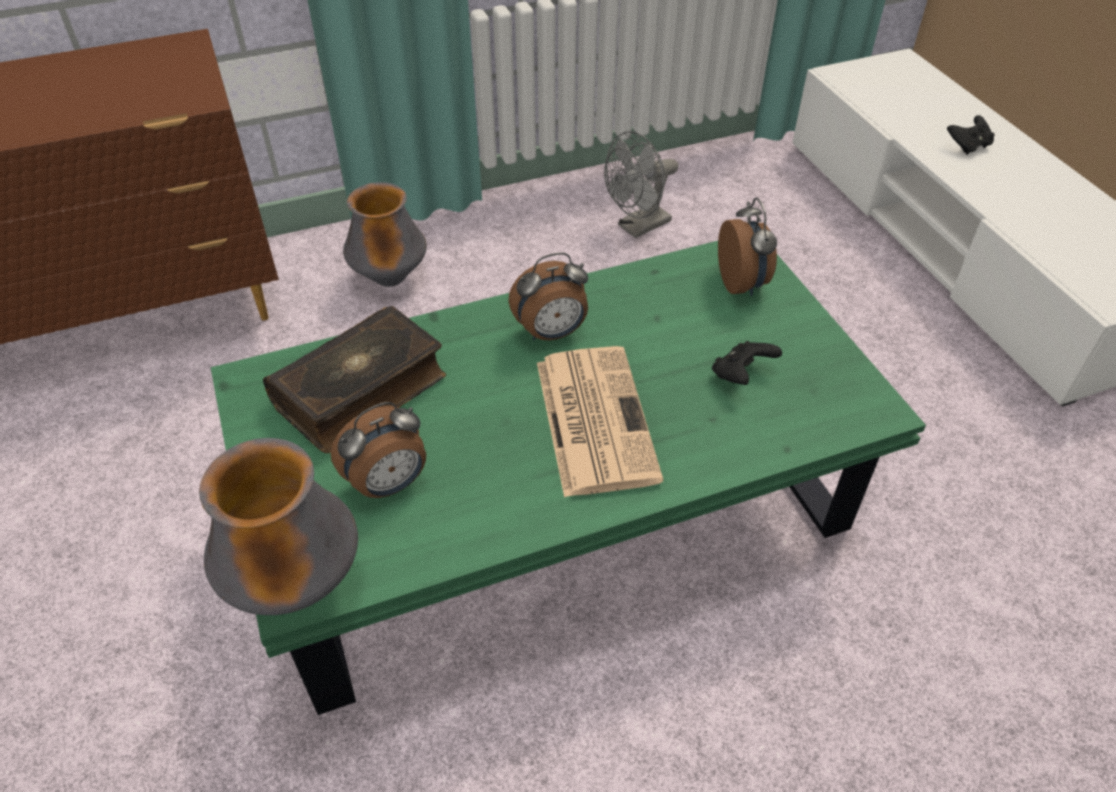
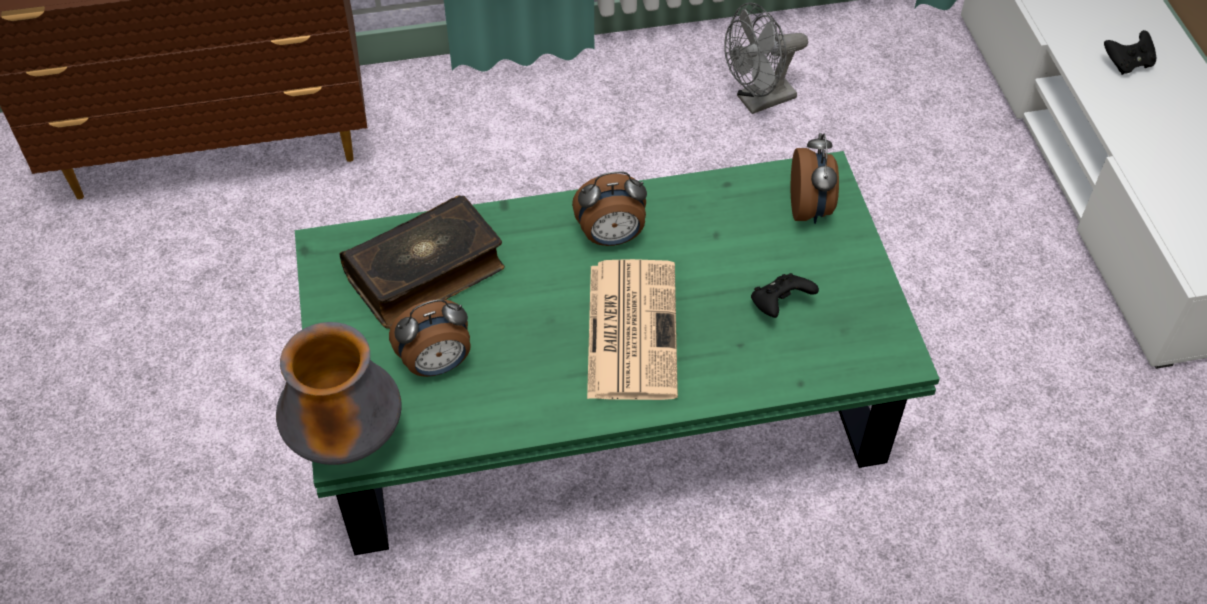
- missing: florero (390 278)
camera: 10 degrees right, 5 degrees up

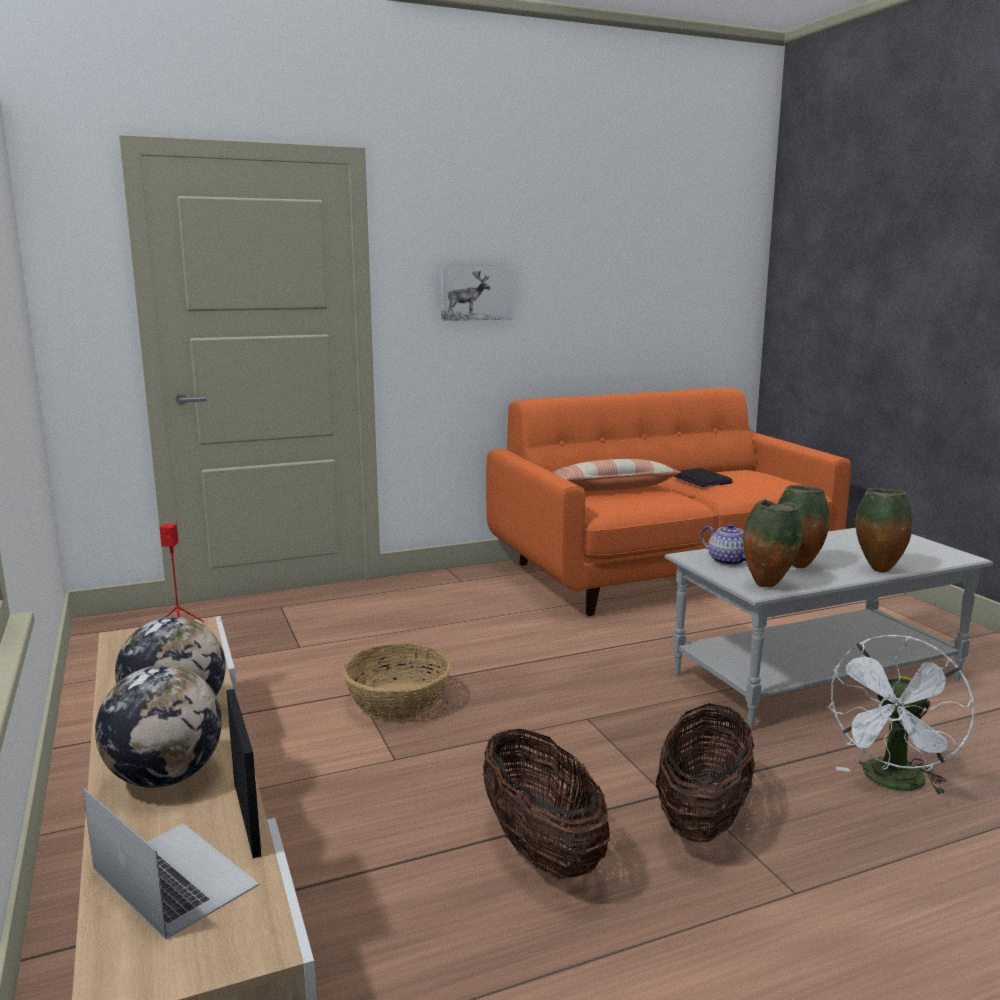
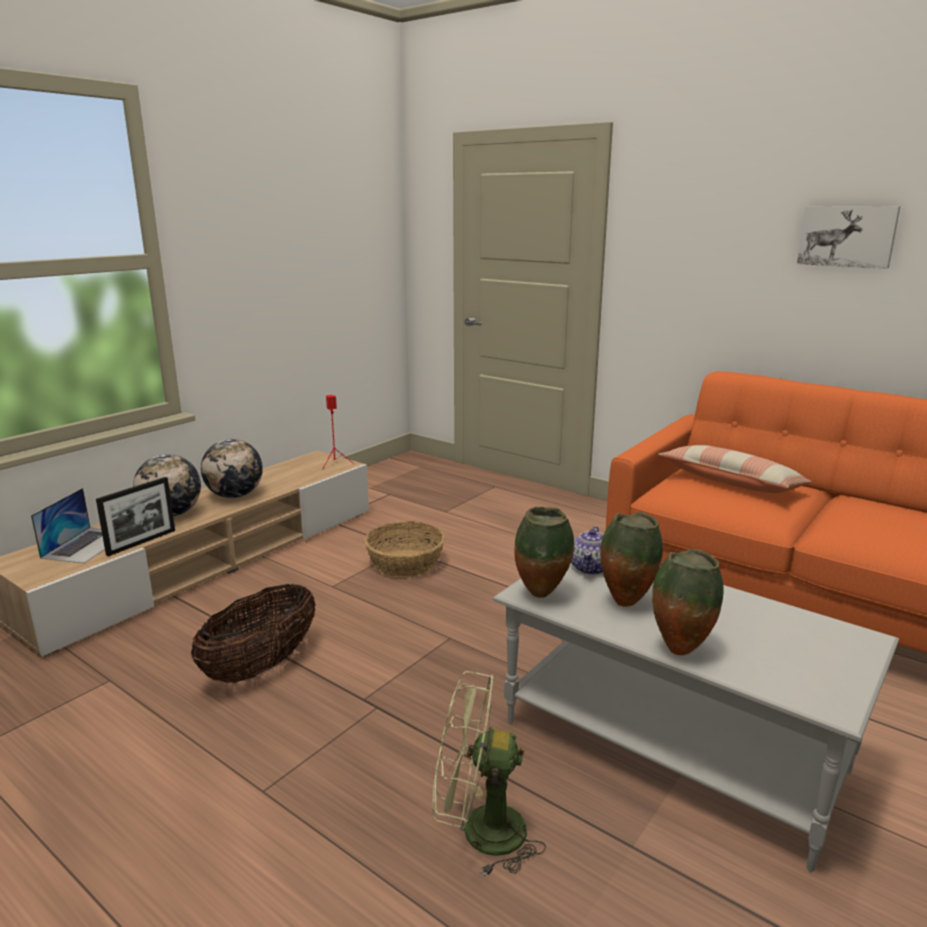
- missing: cesta (703 817)
- missing: portátil (700 479)
- relocated: cuadro (476 293) to (847 236)
- colour: ventilador [blanco] (892 783) to ventilador [verde] (479 832)
camera: 60 degrees right, 5 degrees up

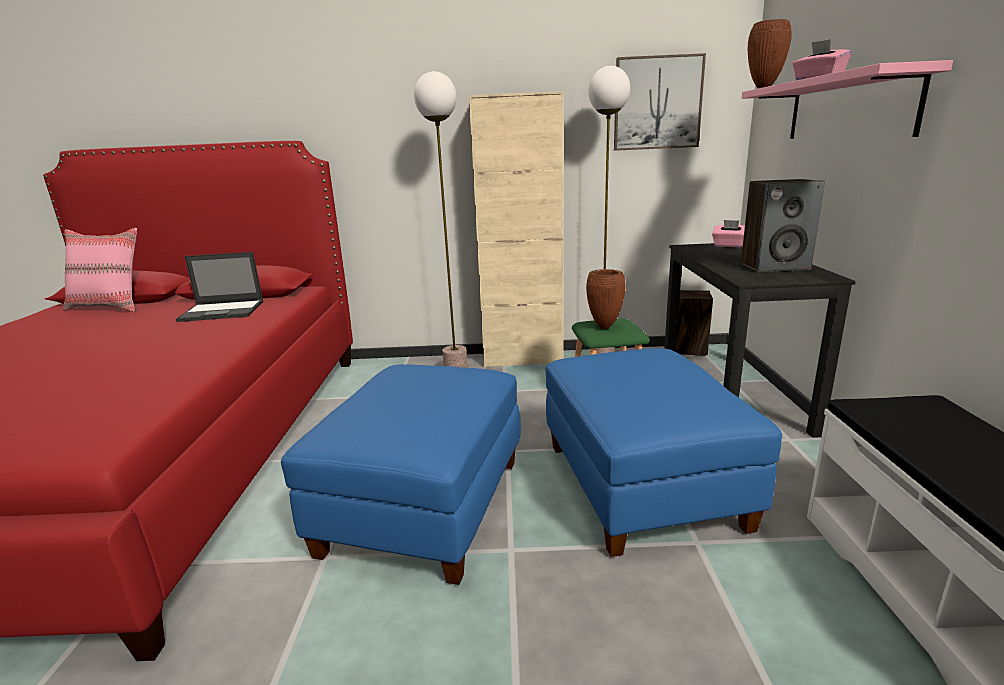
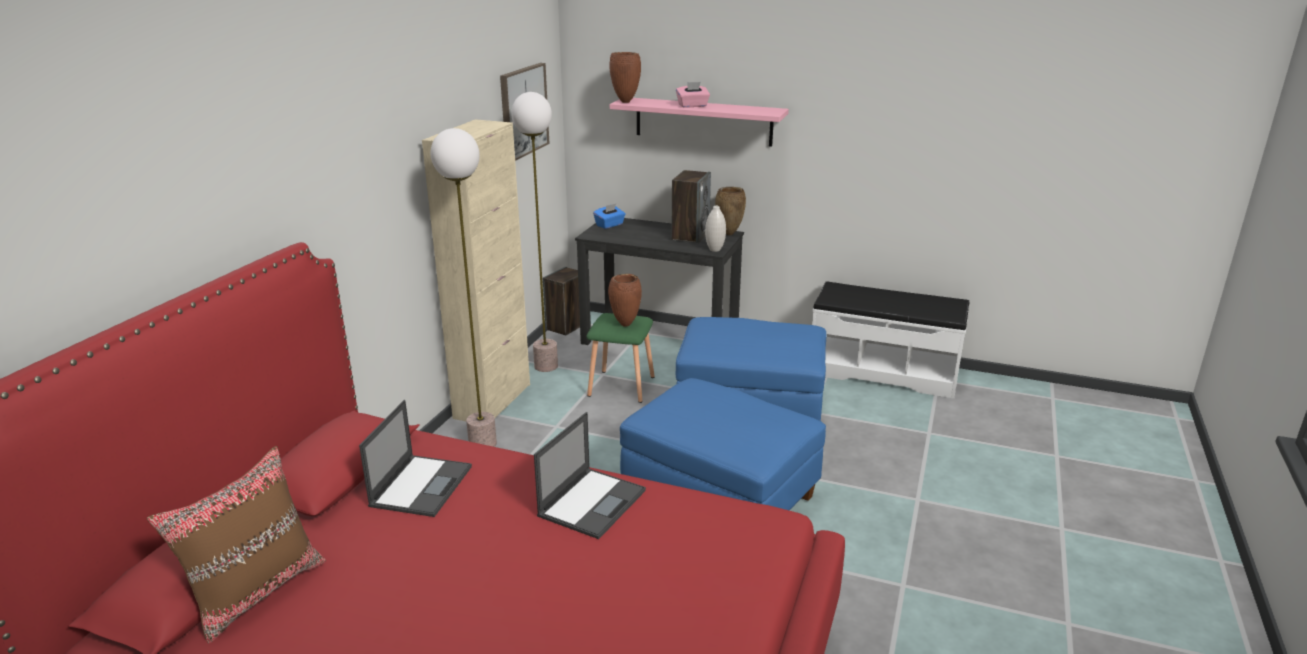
- appeared: portátil (592 502)
- appeared: florero [blanco] (715 250)
- appeared: florero [marrón] (729 234)
- colour: cojín [rosa] (110 307) to cojín [marrón] (256 591)
- colour: caja de pañuelos [rosa] (729 245) to caja de pañuelos [azul] (609 225)
camera: 70 degrees left, 5 degrees up

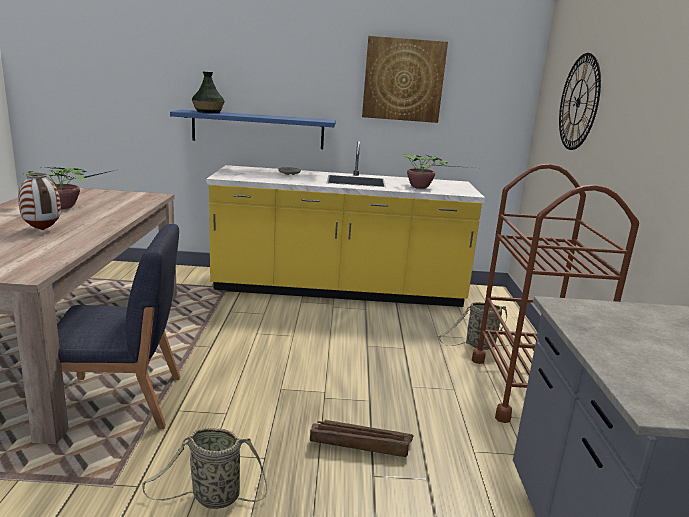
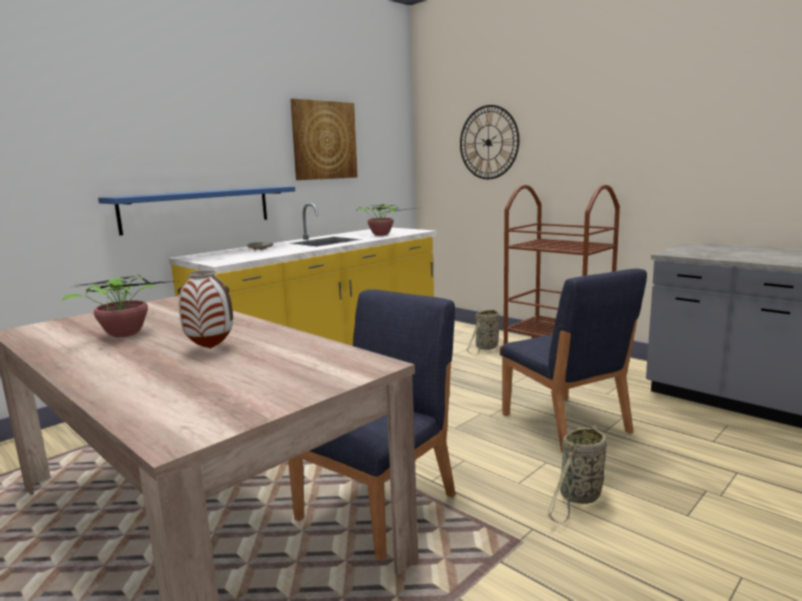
- missing: florero (208 112)
- exchanged: caja de embalaje (360 445) to silla [azul] (565 424)
camera: 45 degrees left, 5 degrees down

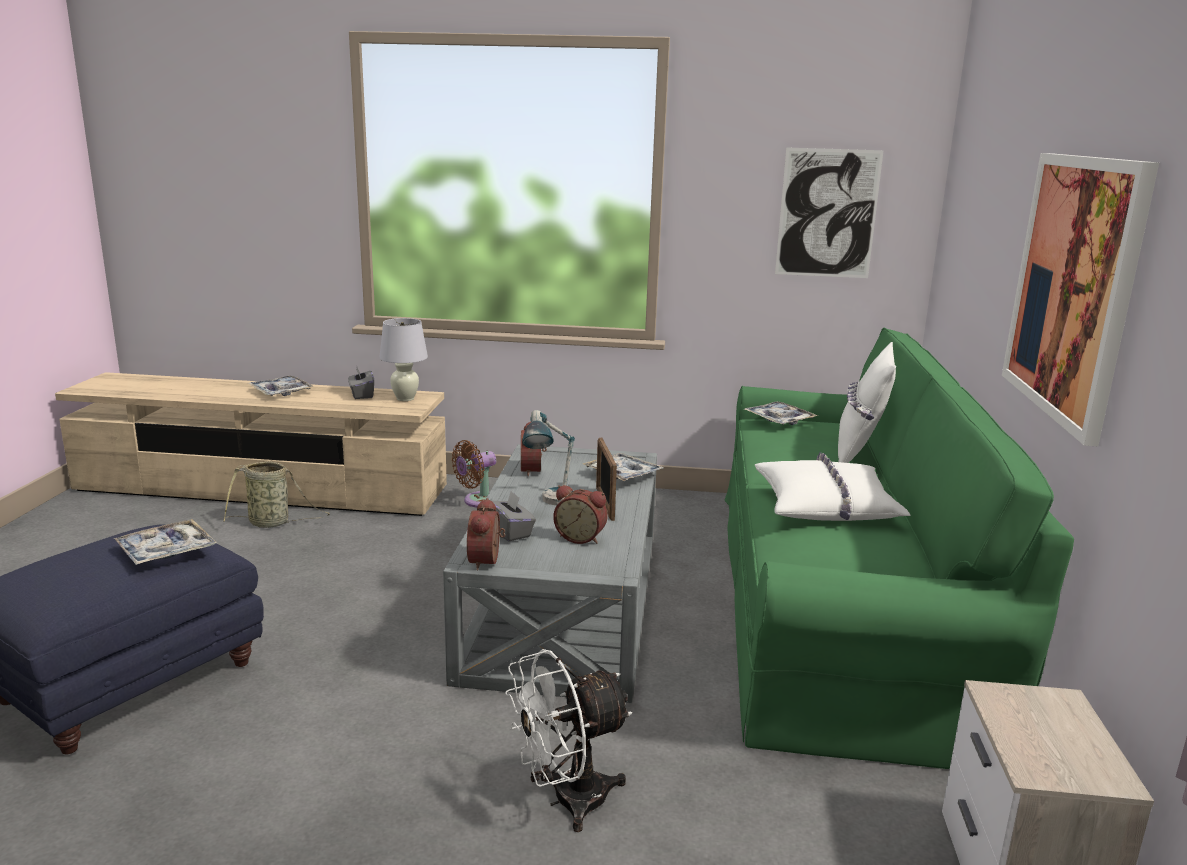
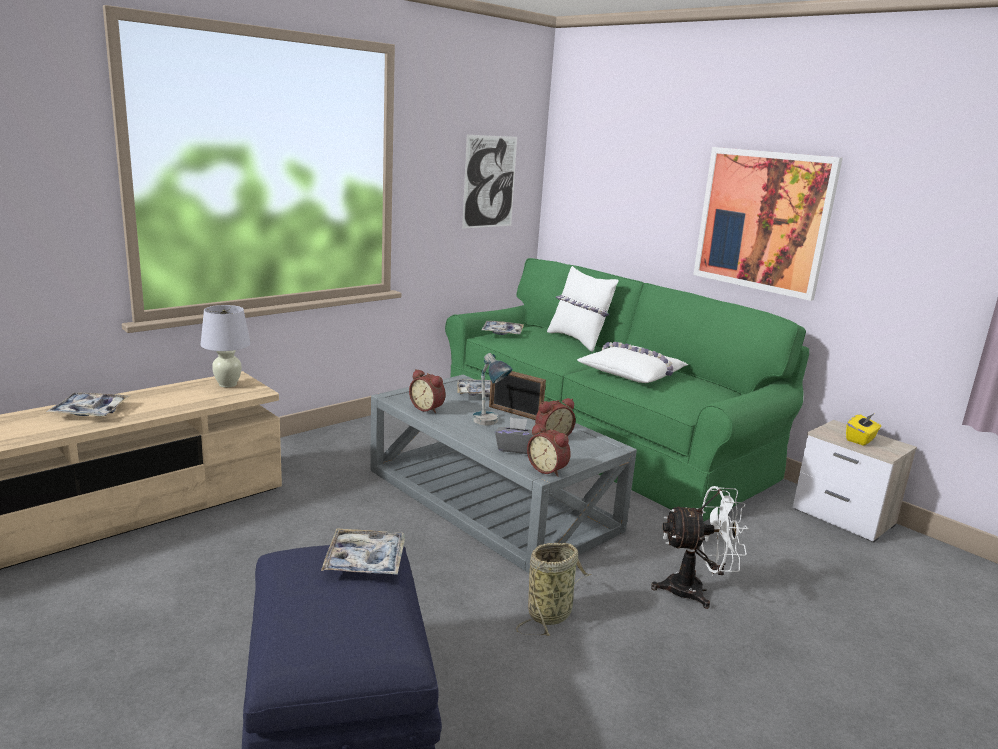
- missing: caja de pañuelos [gris] (361 395)
- missing: ventilador [marrón] (478 501)
- appeared: caja de pañuelos [amarillo] (860 440)
- relocated: cesta (272 523) to (551 613)
- spun: ventilador [blanco] (566 801) = (694 590) 105 degrees counterclockwise
camera: 50 degrees left, 0 degrees up

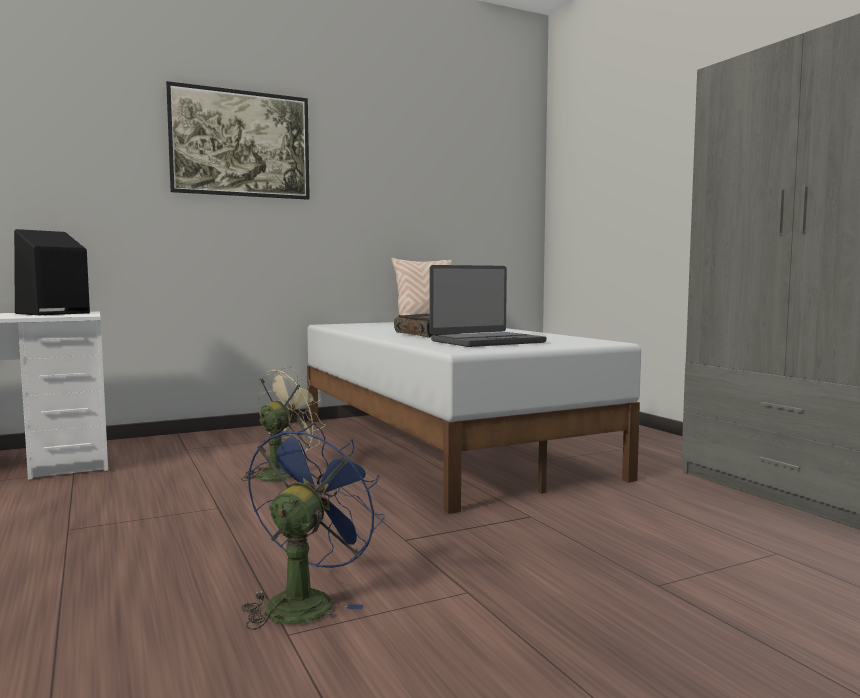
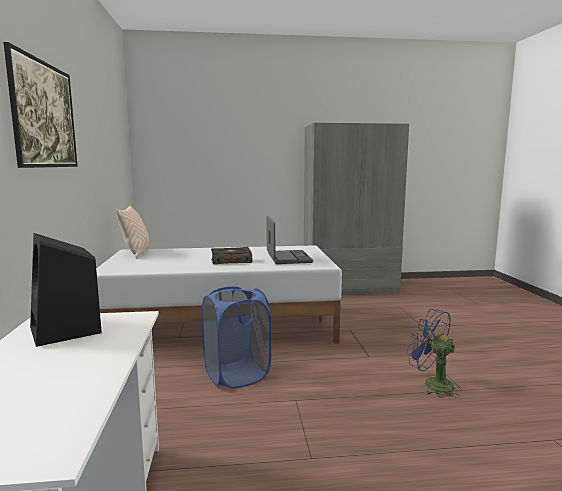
- exchanged: ventilador [beis] (283 473) to cesto de la ropa [azul] (236 375)
camera: 70 degrees left, 5 degrees up

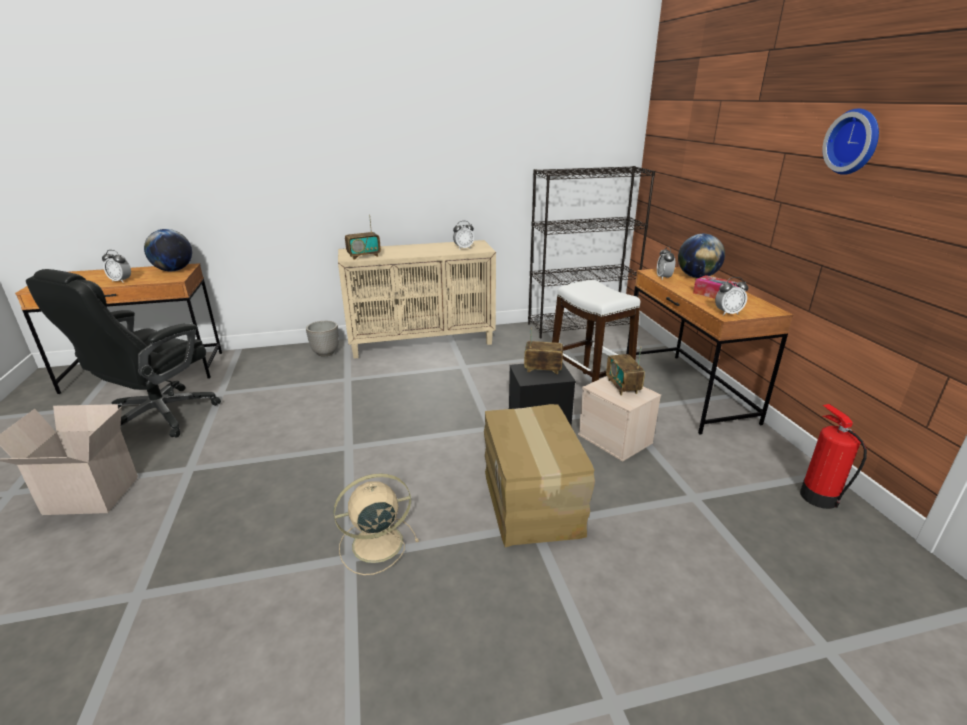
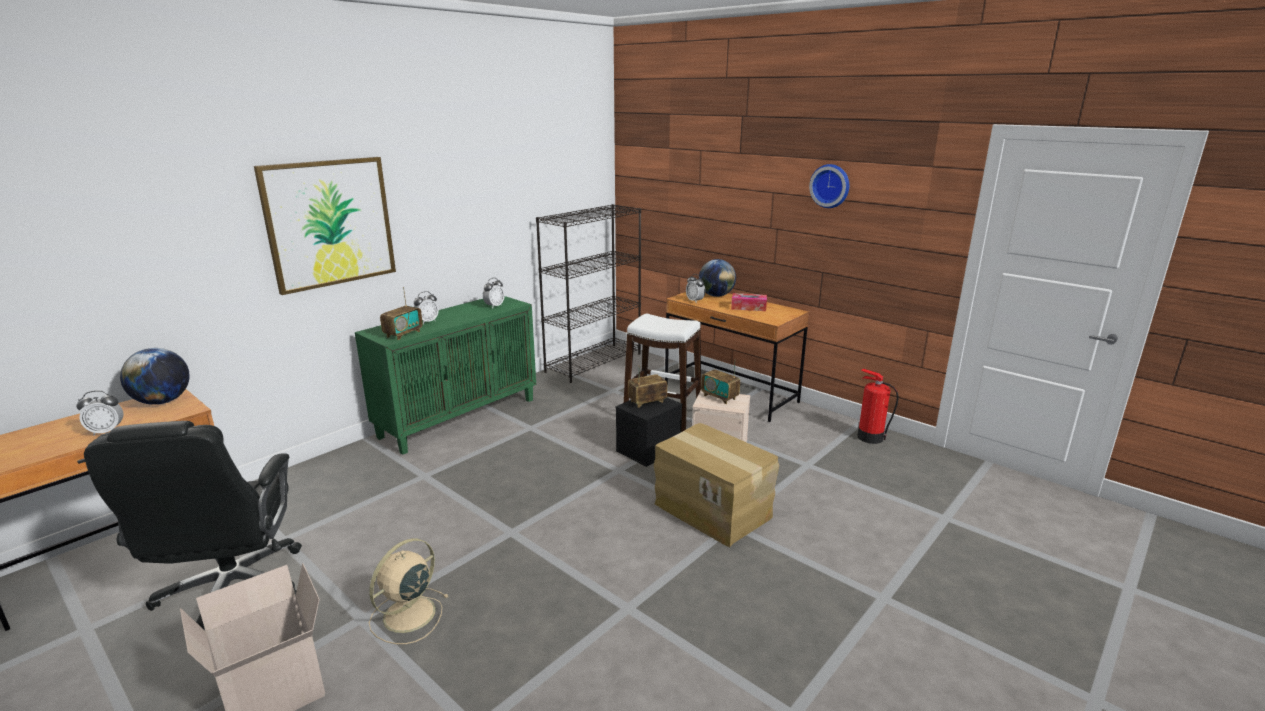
- missing: maceta (326 353)
- appeared: cuadro (330 223)
- relocated: ventilador [beis] (375 544) to (407 616)
- relocated: despertador (727 313) to (427 321)
- colour: armario [beis] (422 342) to armario [verde] (459 417)
camera: 35 degrees left, 5 degrees down

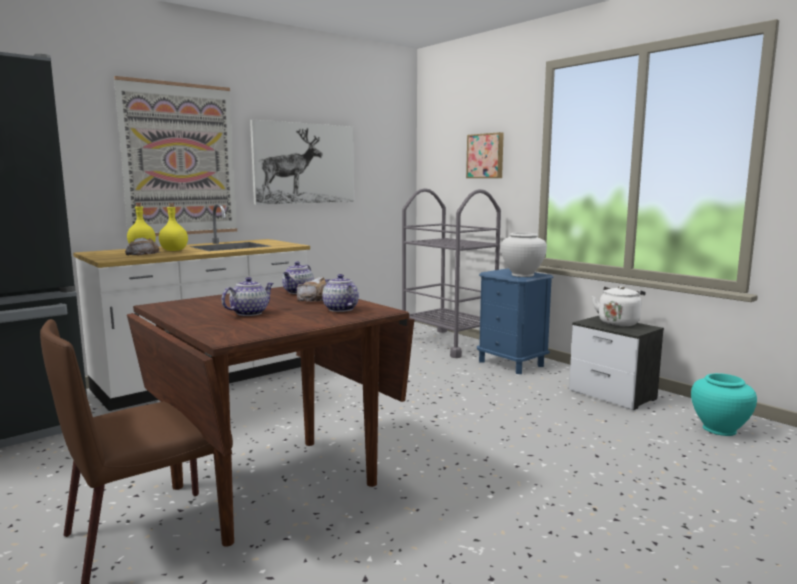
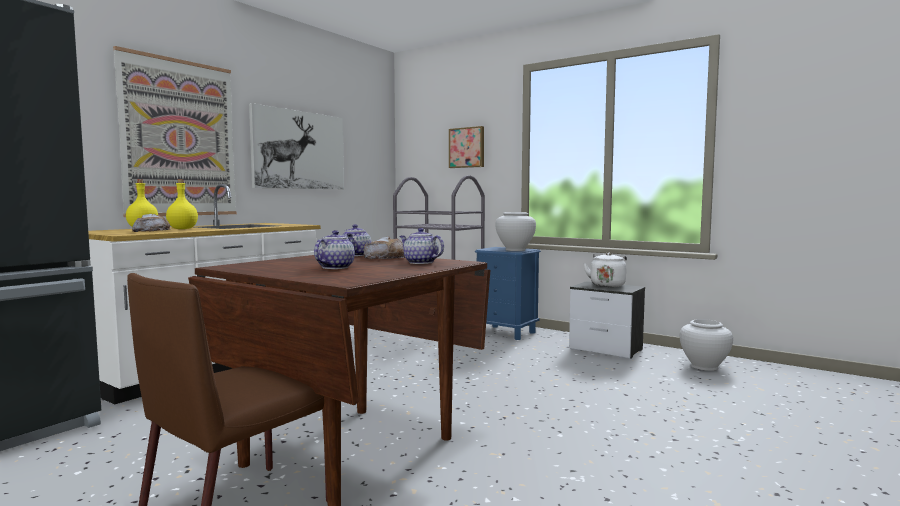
- colour: florero [turquesa] (719 429) to florero [blanco] (704 367)
camera: 15 degrees left, 5 degrees down

